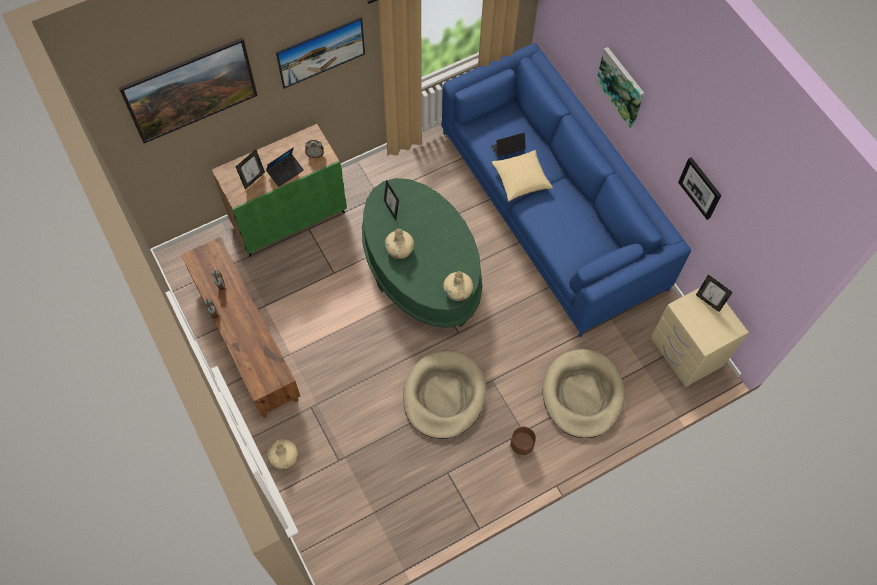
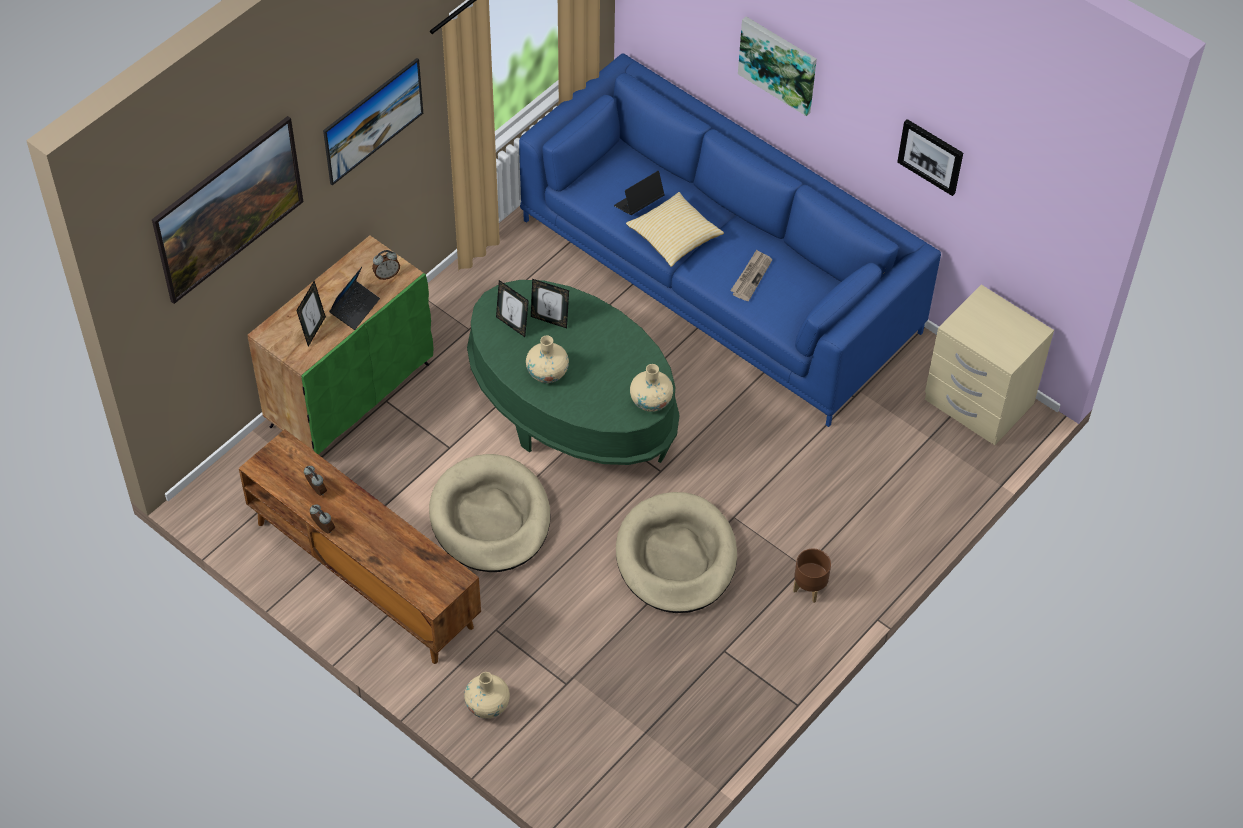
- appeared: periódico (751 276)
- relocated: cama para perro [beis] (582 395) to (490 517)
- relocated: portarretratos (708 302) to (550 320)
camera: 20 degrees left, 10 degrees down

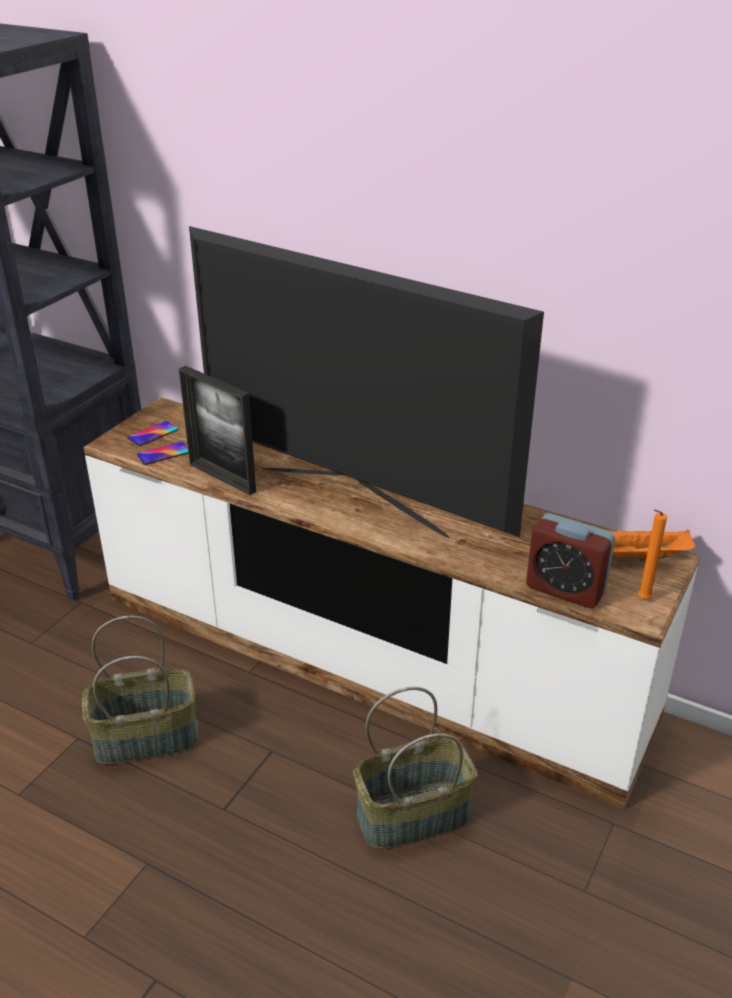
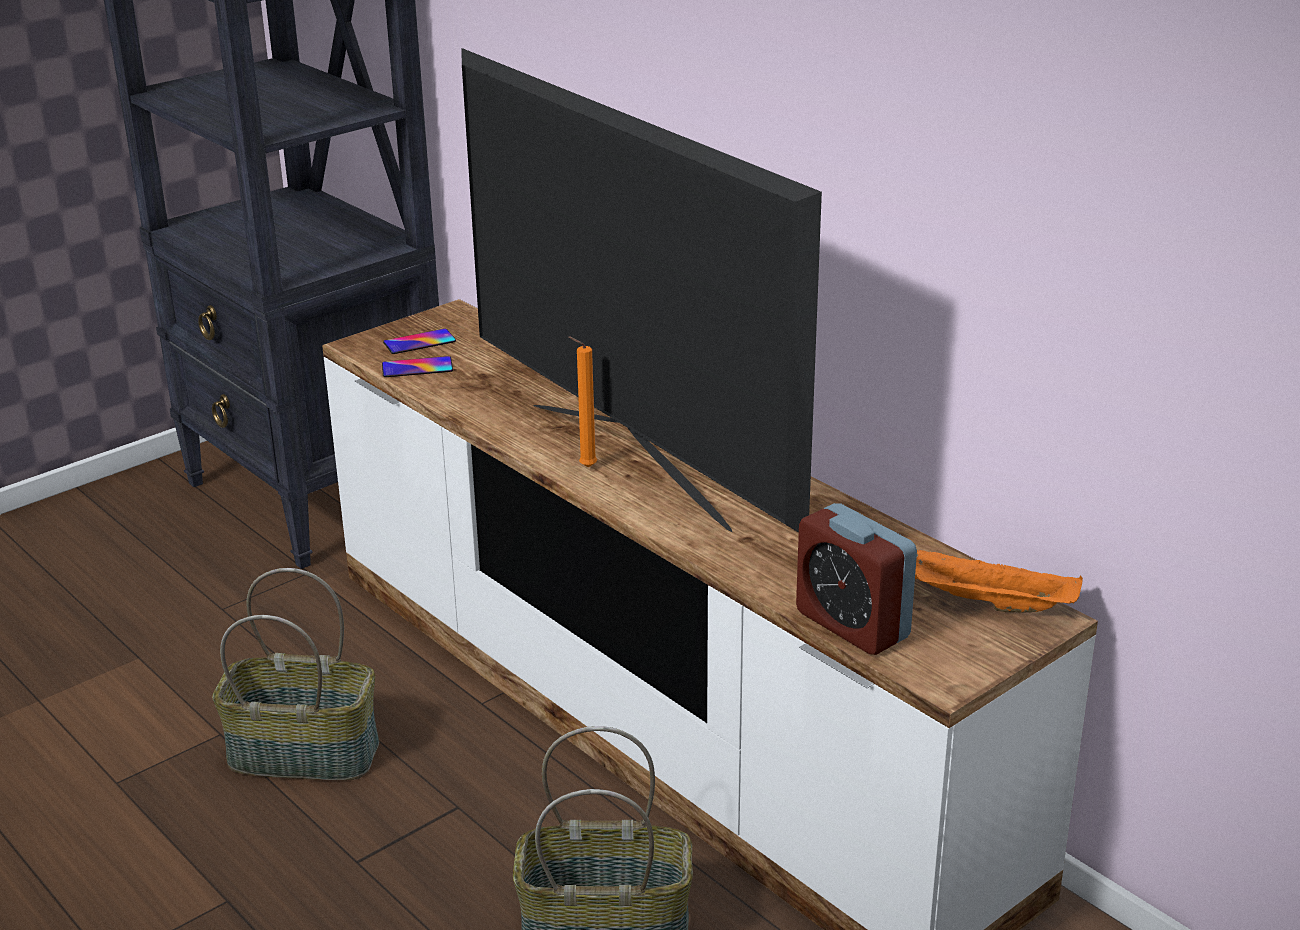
- missing: portarretratos (222 477)
- relocated: vela [naranja] (642 599) to (585 467)
camera: 20 degrees right, 5 degrees down

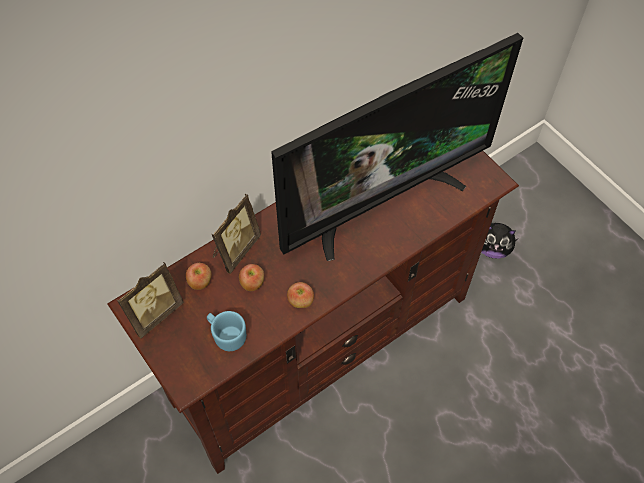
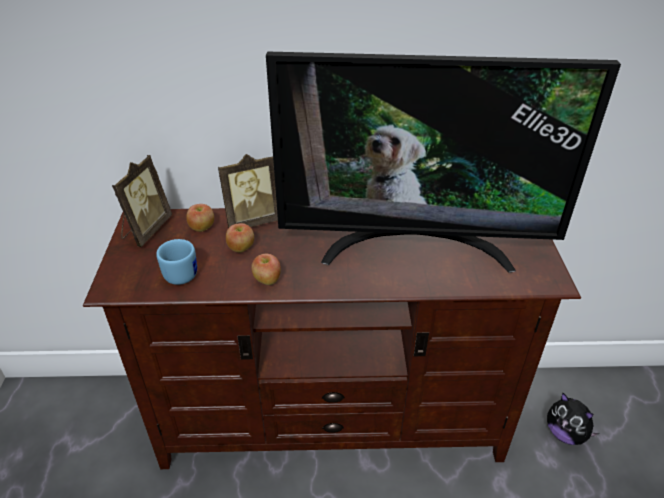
- spun: portarretratos (154 313) = (146 230) 60 degrees counterclockwise
camera: 35 degrees right, 20 degrees down

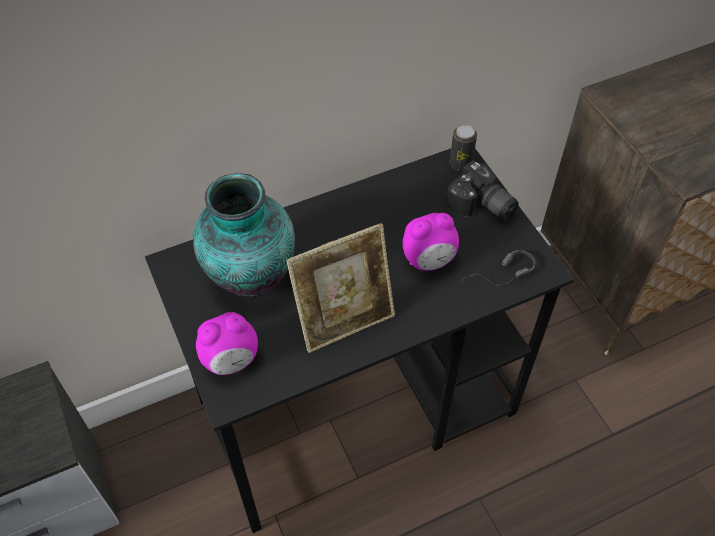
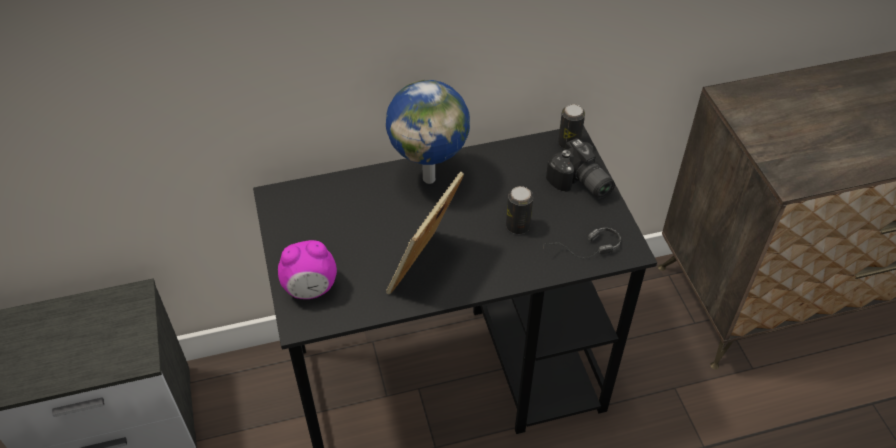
- missing: florero (249 277)
- appeared: globo terráqueo (430 177)
- exchanged: despertador (429 260) to lata (518 226)
- spun: portarretratos (344 320) = (425 268) 135 degrees clockwise
camera: 10 degrees right, 5 degrees down

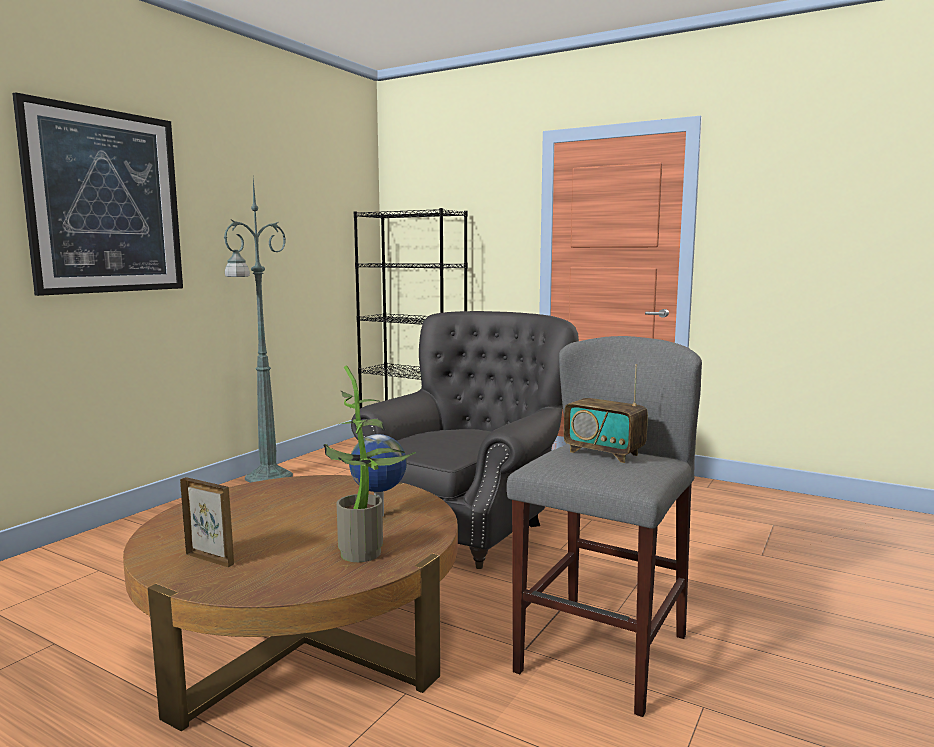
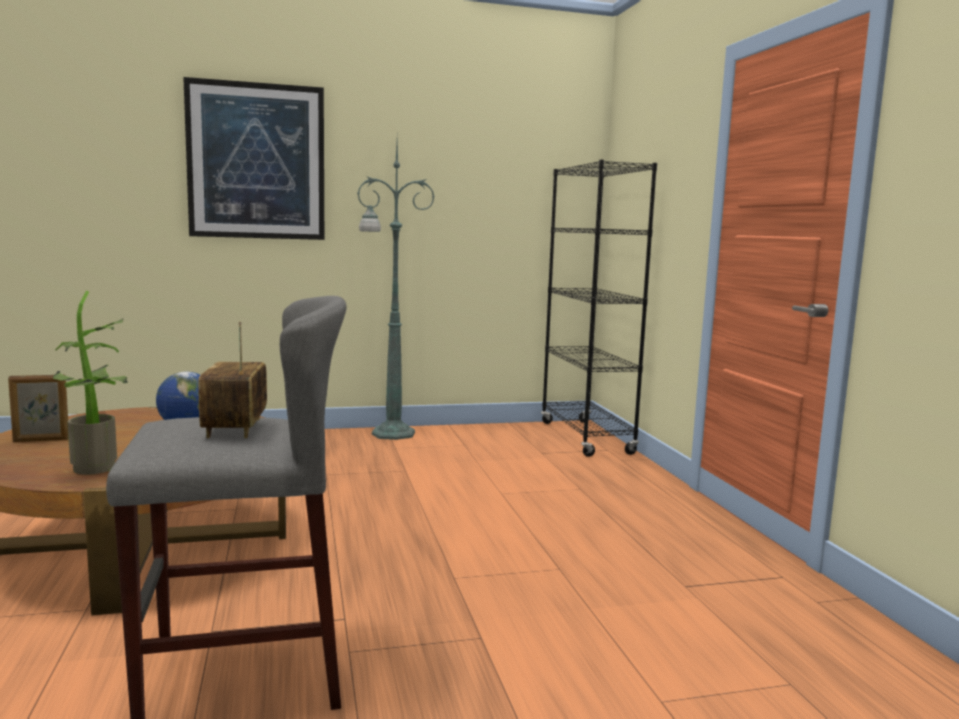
- missing: sillón [gris] (466 524)
- spun: portarretratos (210 559) = (41 440) 90 degrees clockwise
camera: 45 degrees right, 0 degrees up

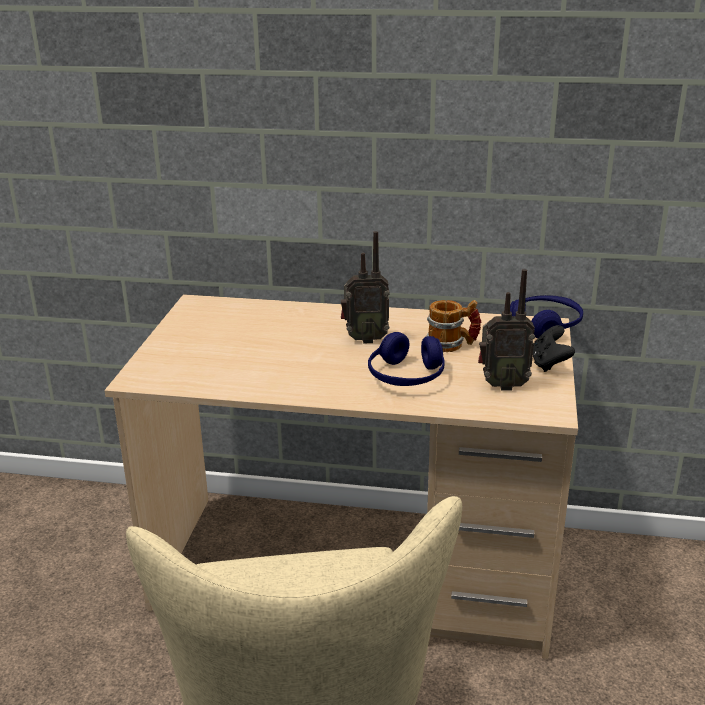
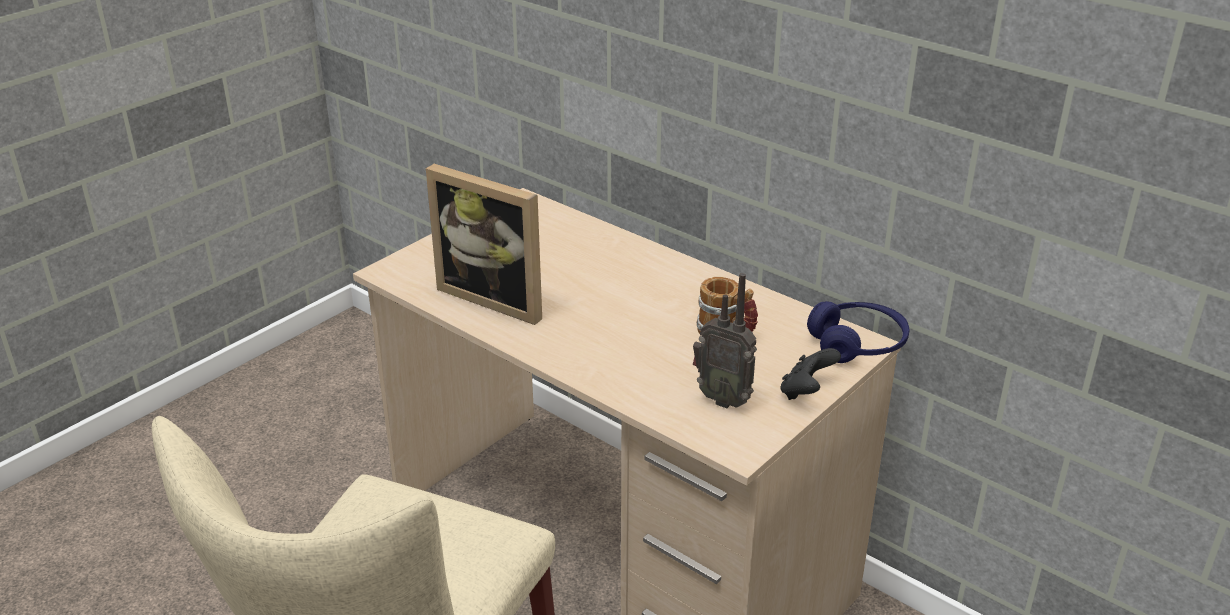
- missing: radio (364 339)
- missing: auriculares [azul] (406 376)
- appeared: portarretratos (497 297)
camera: 30 degrees right, 5 degrees up

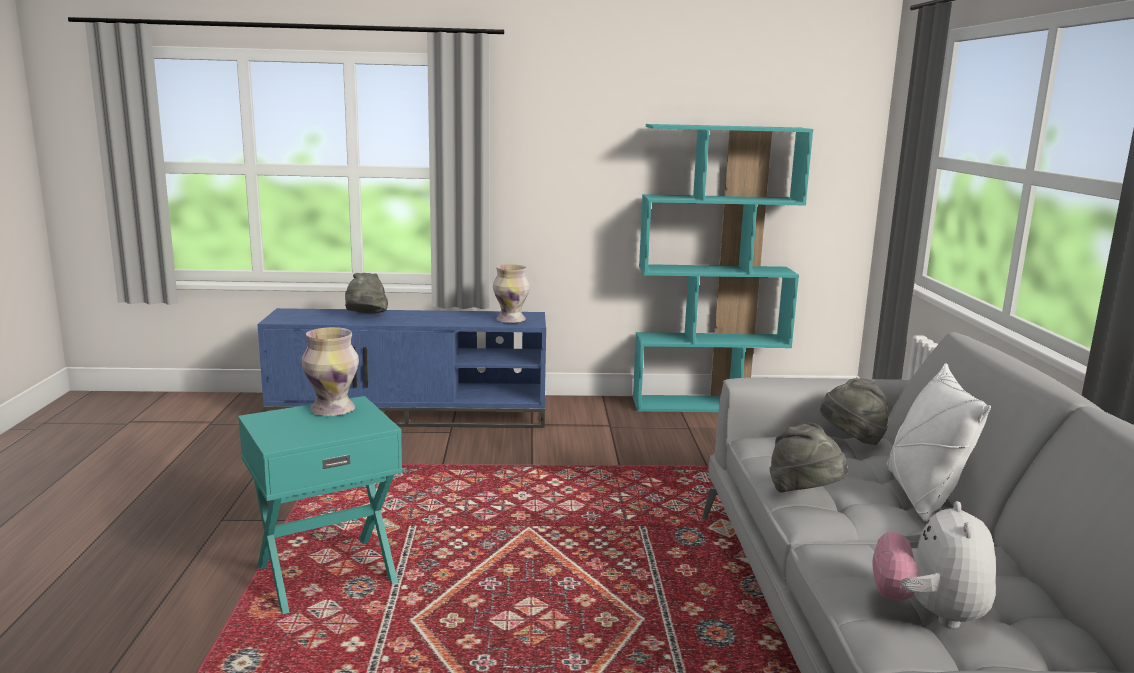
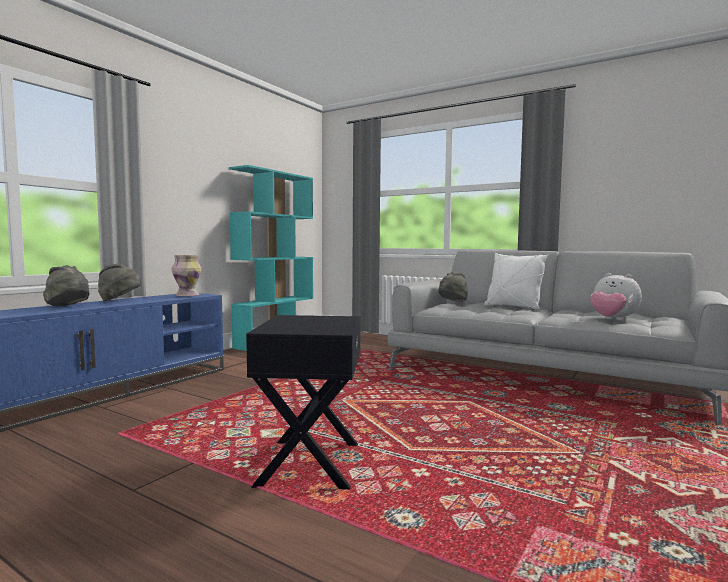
- missing: florero (333 410)
- relocated: sombrero [gris] (804 495) to (120 301)
- colour: mesa auxiliar [turquesa] (326 573) to mesa auxiliar [negro] (308 464)
camera: 55 degrees left, 10 degrees down

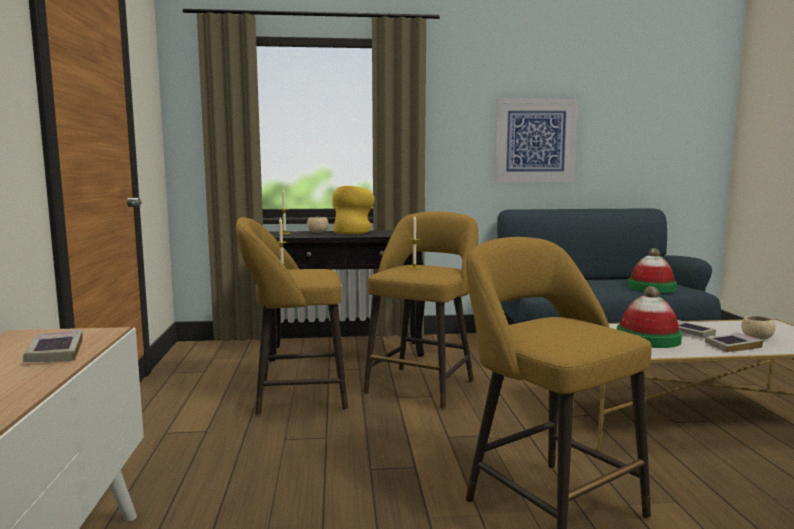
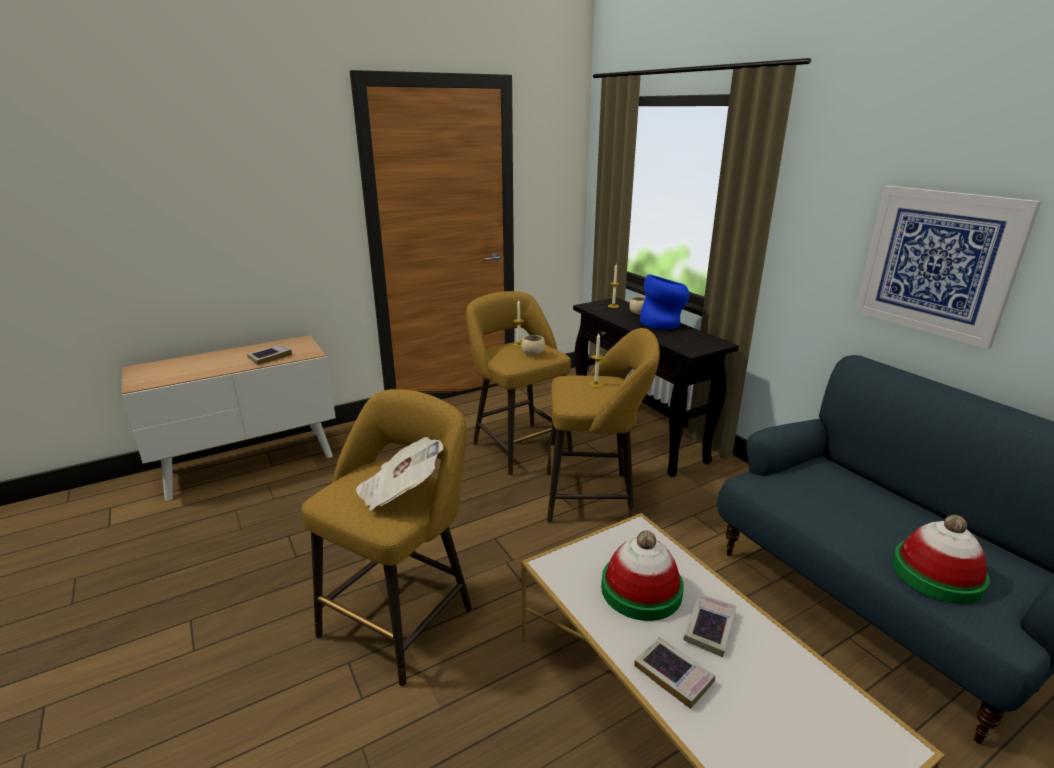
- appeared: periódico (400 492)
- relocated: cuenco [beis] (757 338) to (533 354)
- colour: florero [amarillo] (352 232) to florero [azul] (663 323)
camera: 65 degrees right, 15 degrees up

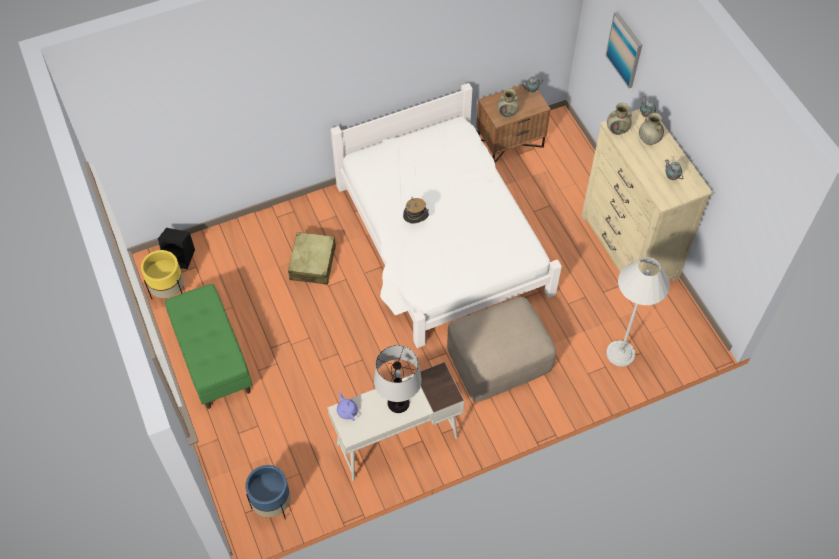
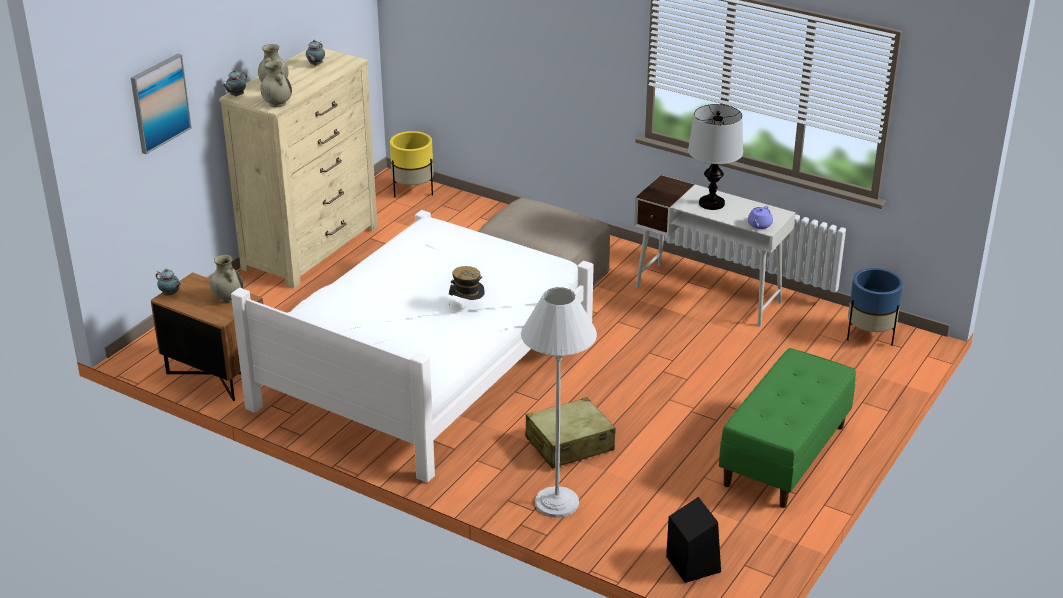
- relocated: maceta [amarillo] (168 291) to (413 191)
- relocated: lámpara de pie [blanco] (620 353) to (556 502)
camera: 125 degrees left, 25 degrees down

